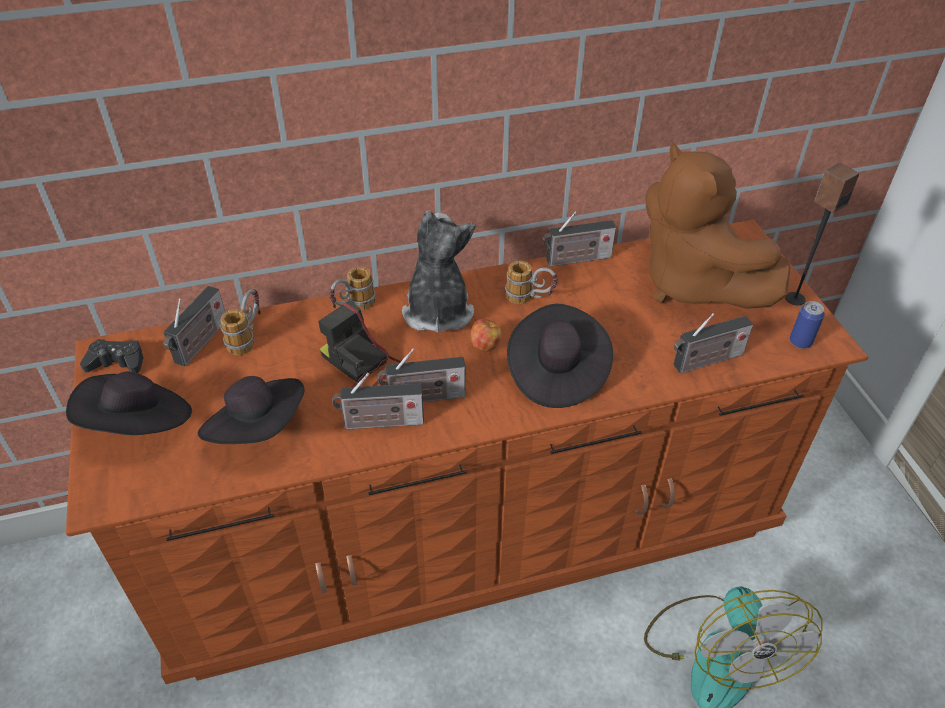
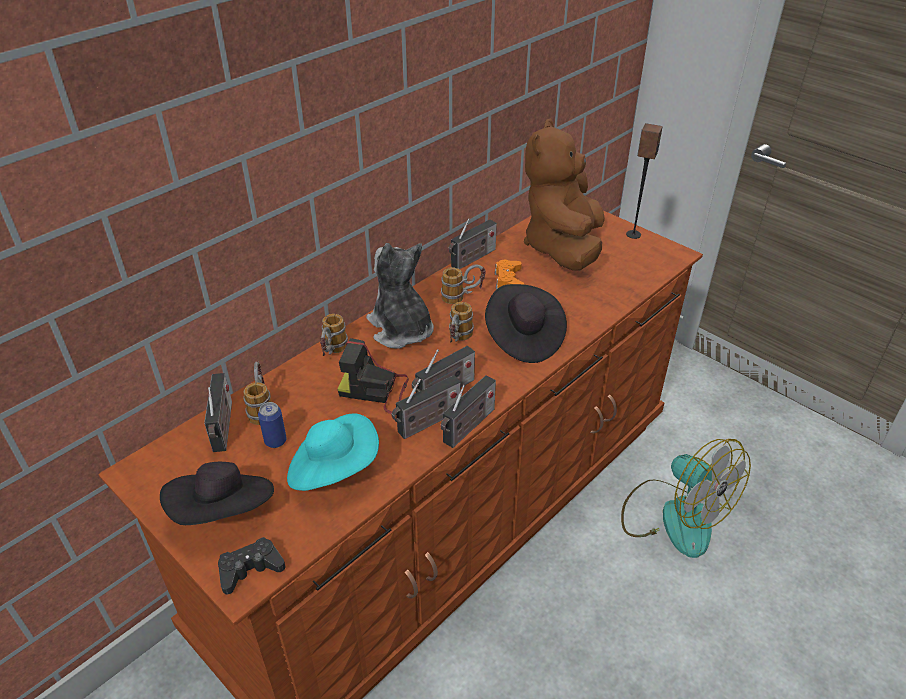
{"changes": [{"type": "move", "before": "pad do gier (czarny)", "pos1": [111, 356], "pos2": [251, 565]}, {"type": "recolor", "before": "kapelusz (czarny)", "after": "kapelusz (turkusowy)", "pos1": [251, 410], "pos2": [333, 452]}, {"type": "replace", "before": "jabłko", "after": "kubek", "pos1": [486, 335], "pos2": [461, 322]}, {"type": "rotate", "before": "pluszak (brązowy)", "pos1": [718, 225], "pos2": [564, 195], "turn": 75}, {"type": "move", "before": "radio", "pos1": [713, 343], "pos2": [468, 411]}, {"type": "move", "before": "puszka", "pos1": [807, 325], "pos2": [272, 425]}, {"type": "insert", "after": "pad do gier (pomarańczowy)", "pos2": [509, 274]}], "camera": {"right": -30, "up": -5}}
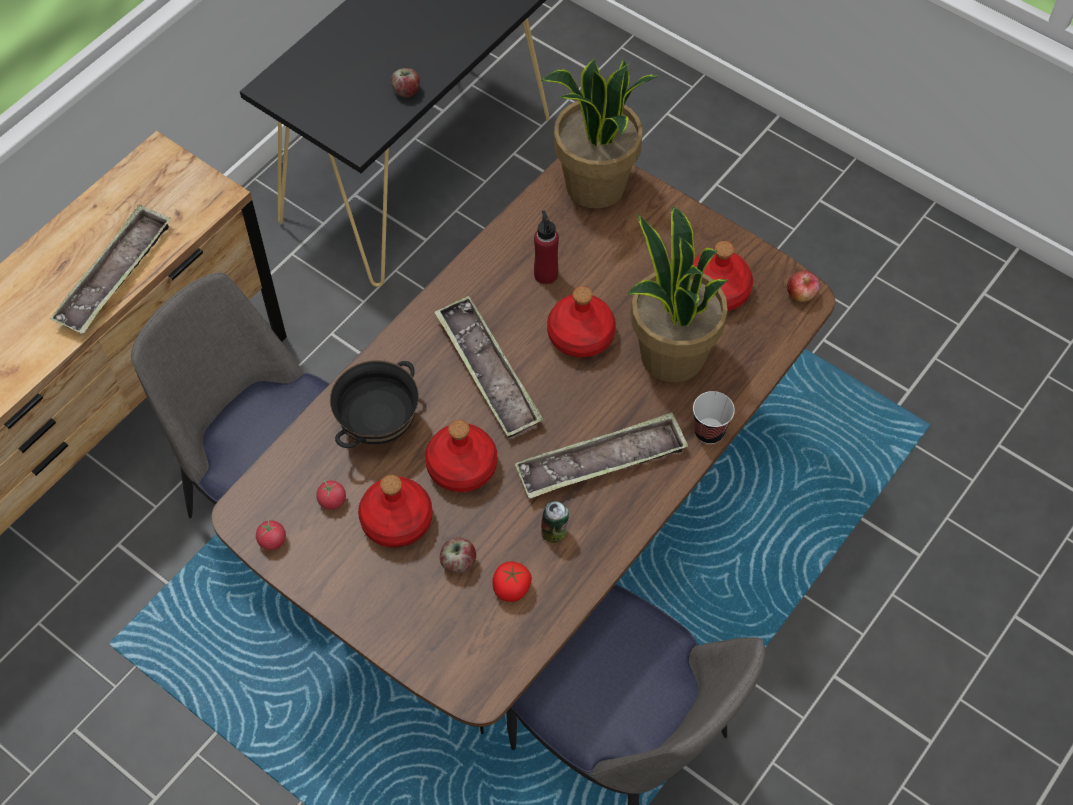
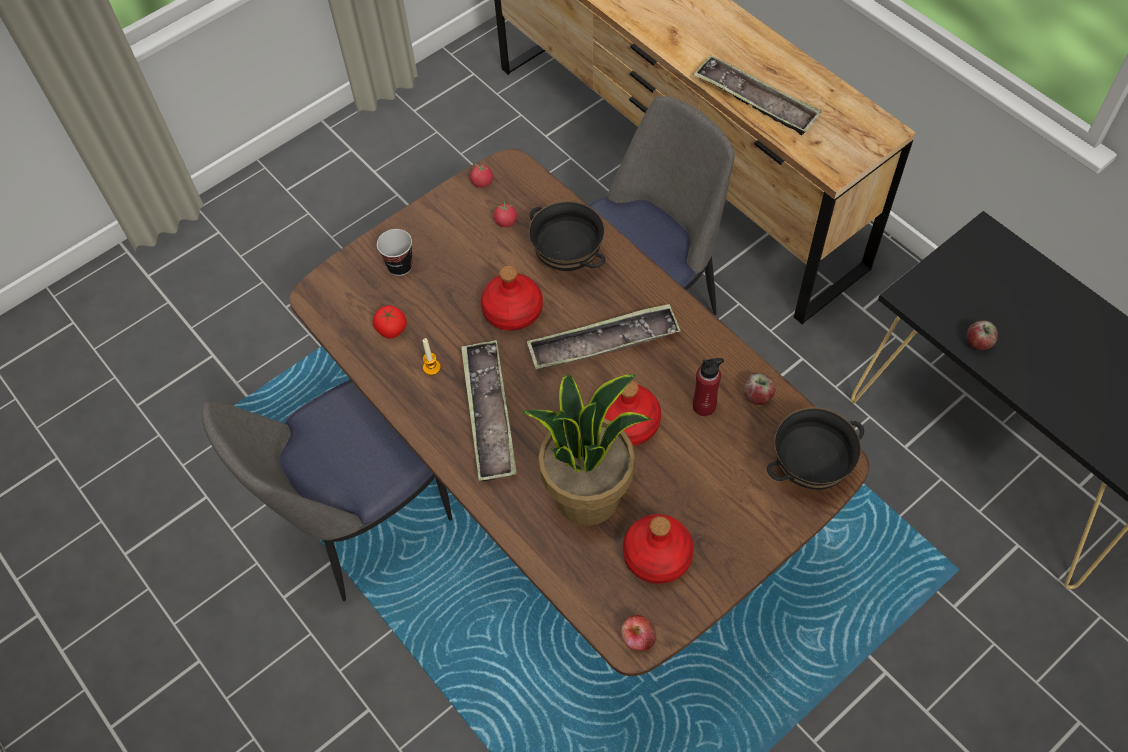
{"changes": [{"type": "delete", "before": "butelka (czerwony)", "pos1": [395, 511]}, {"type": "move", "before": "jabłko", "pos1": [458, 555], "pos2": [759, 389]}, {"type": "replace", "before": "roślina doniczkowa", "after": "miska (czarny)", "pos1": [599, 133], "pos2": [815, 448]}, {"type": "replace", "before": "puszka", "after": "świeca", "pos1": [555, 522], "pos2": [432, 356]}, {"type": "move", "before": "filiżanka", "pos1": [714, 417], "pos2": [395, 252]}], "camera": {"right": 105, "up": 0}}
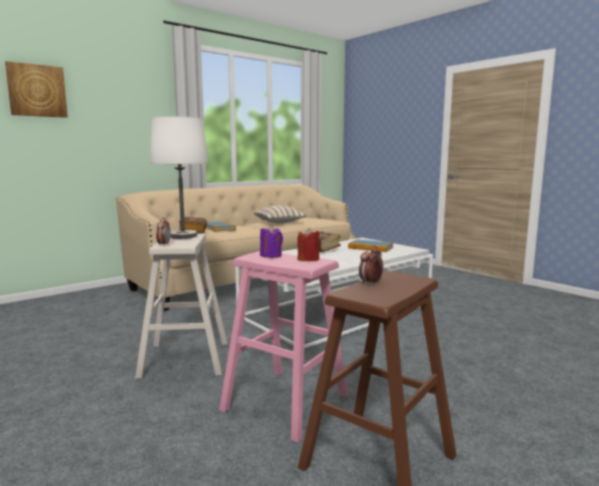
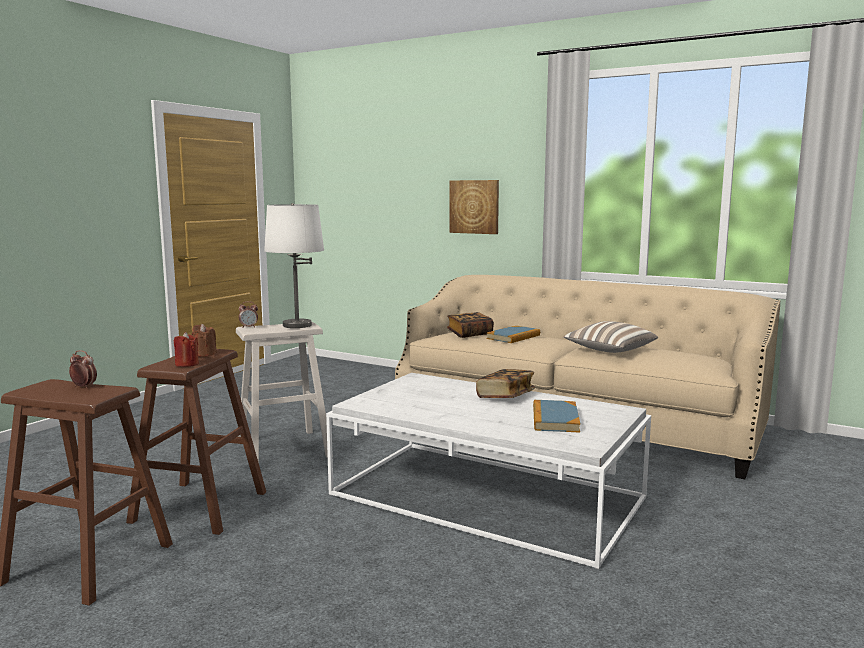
{"changes": [{"type": "move", "before": "obraz", "pos1": [36, 89], "pos2": [474, 207]}, {"type": "recolor", "before": "stołek (różowy)", "after": "stołek (brązowy)", "pos1": [283, 346], "pos2": [196, 442]}, {"type": "recolor", "before": "świeca (fioletowy)", "after": "świeca (brązowy)", "pos1": [271, 242], "pos2": [204, 340]}], "camera": {"right": 70, "up": 0}}
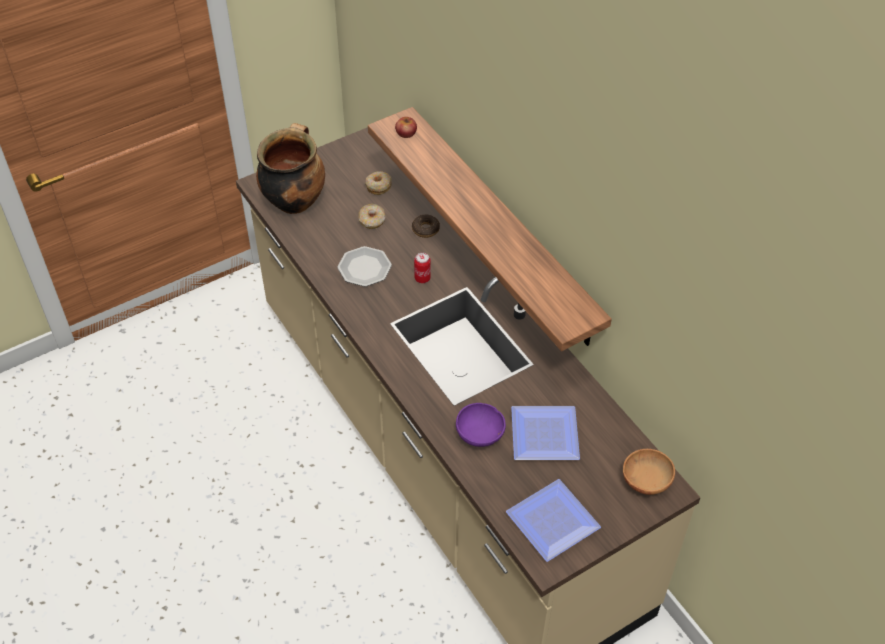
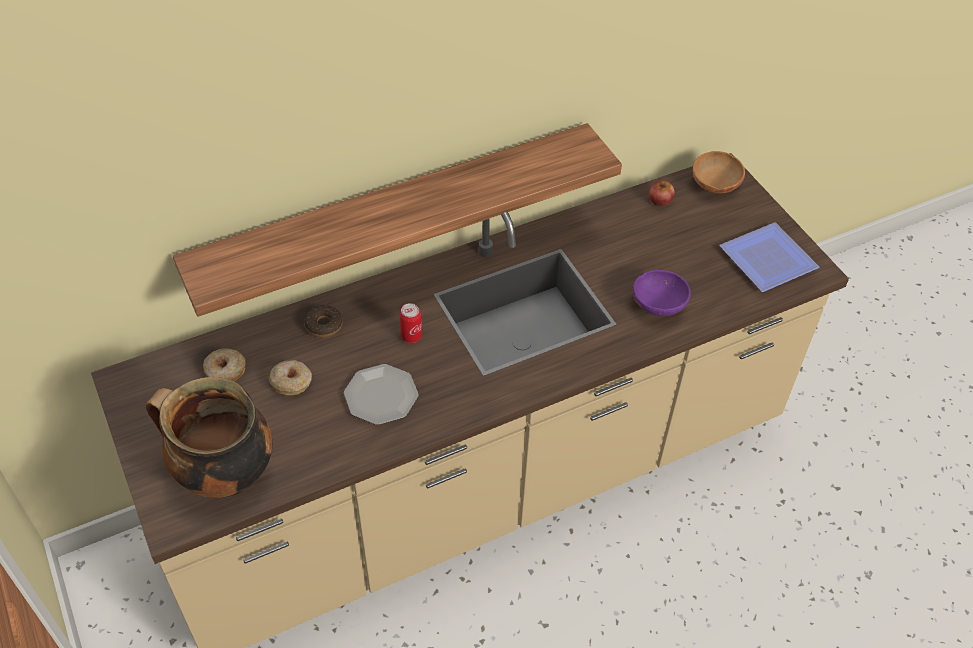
{"changes": [{"type": "move", "before": "jabłko", "pos1": [406, 127], "pos2": [661, 193]}, {"type": "delete", "before": "talerz", "pos1": [545, 433]}], "camera": {"right": -85, "up": 0}}
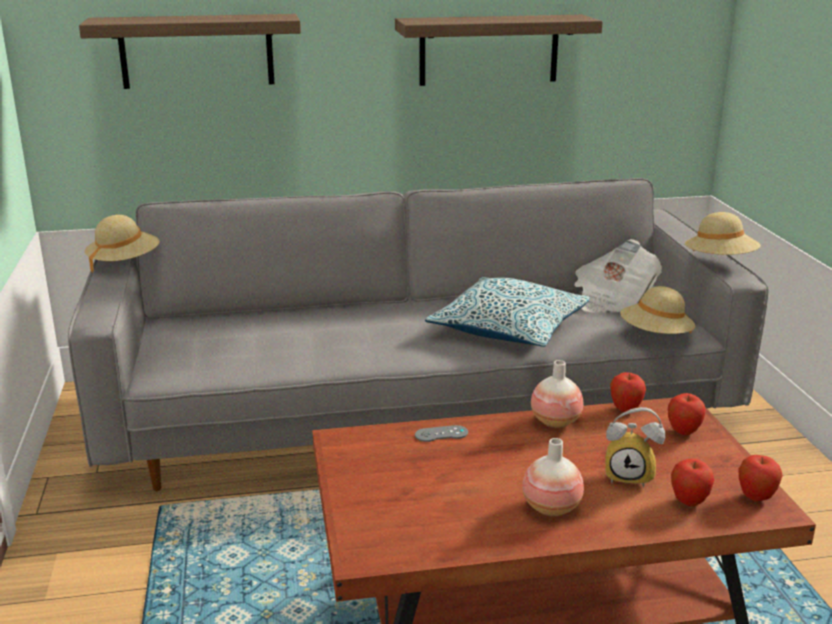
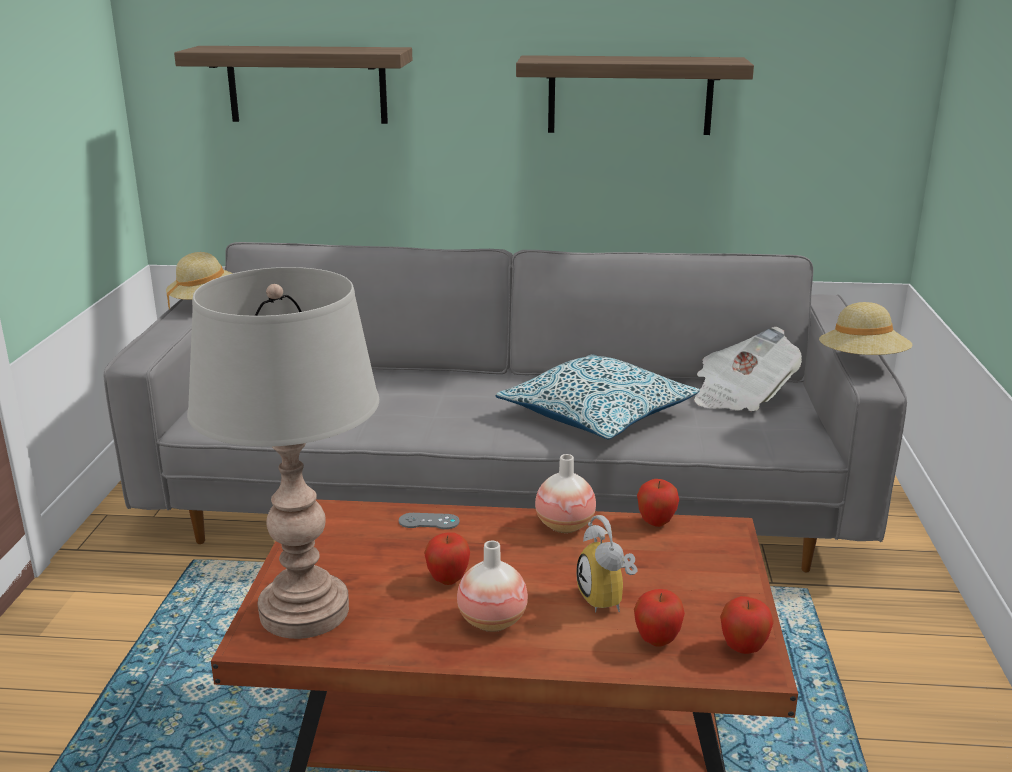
{"changes": [{"type": "rotate", "before": "budzik", "pos1": [635, 447], "pos2": [607, 564], "turn": 45}, {"type": "delete", "before": "kapelusz (beżowy)", "pos1": [657, 310]}, {"type": "move", "before": "jabłko", "pos1": [687, 414], "pos2": [447, 558]}, {"type": "insert", "after": "lampa stołowa (szary)", "pos2": [283, 453]}], "camera": {"right": 15, "up": 0}}
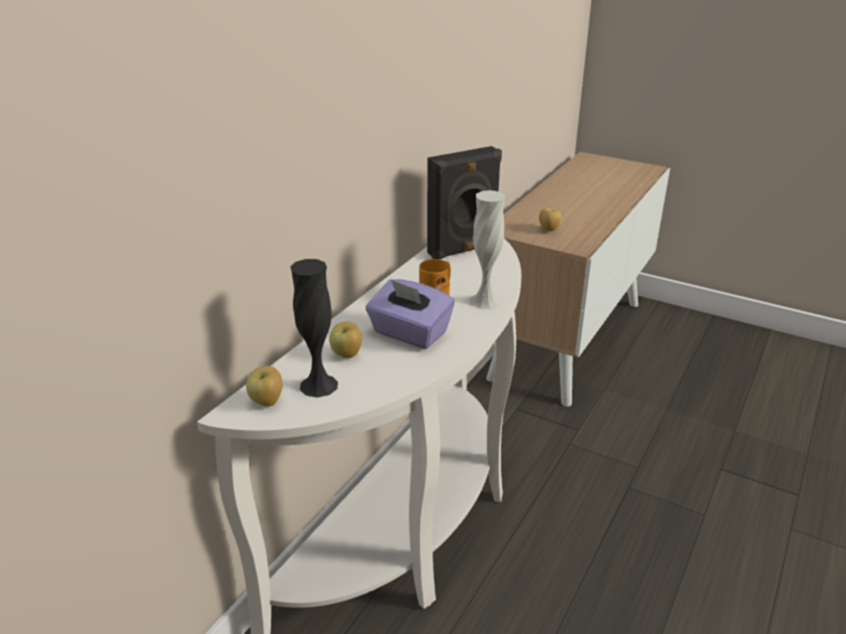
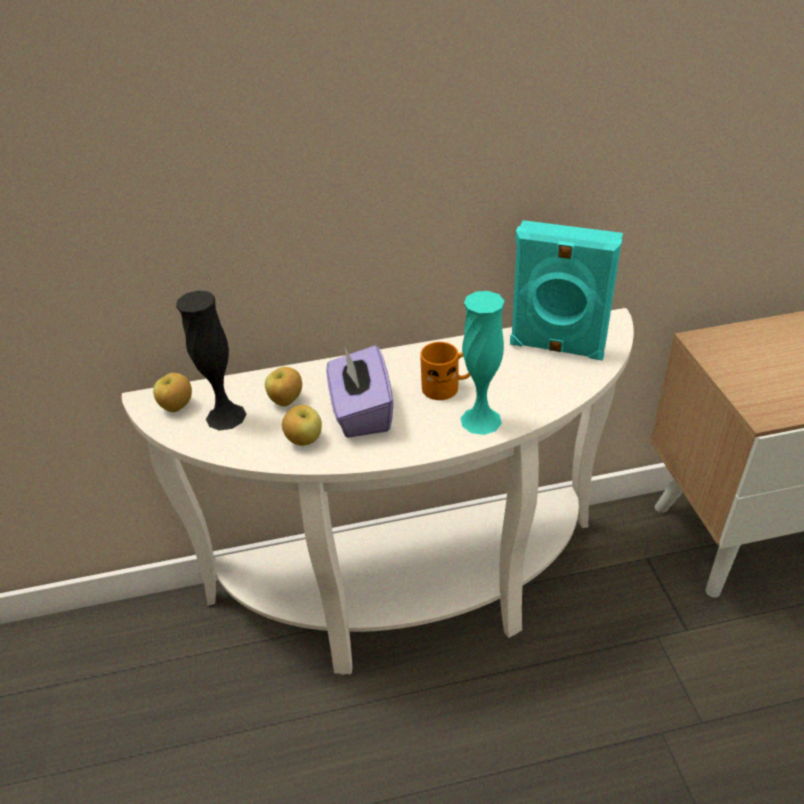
{"changes": [{"type": "recolor", "before": "głośnik (czarny)", "after": "głośnik (turkusowy)", "pos1": [464, 202], "pos2": [566, 290]}, {"type": "recolor", "before": "wazon (biały)", "after": "wazon (turkusowy)", "pos1": [487, 249], "pos2": [482, 363]}, {"type": "move", "before": "jabłko", "pos1": [550, 219], "pos2": [302, 425]}], "camera": {"right": 50, "up": 10}}
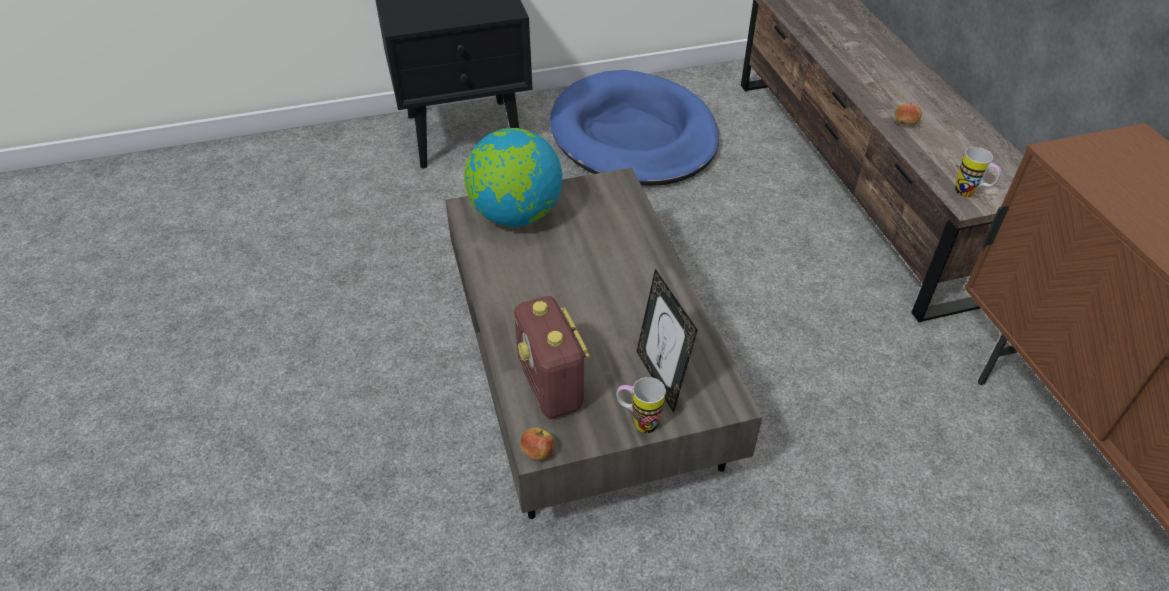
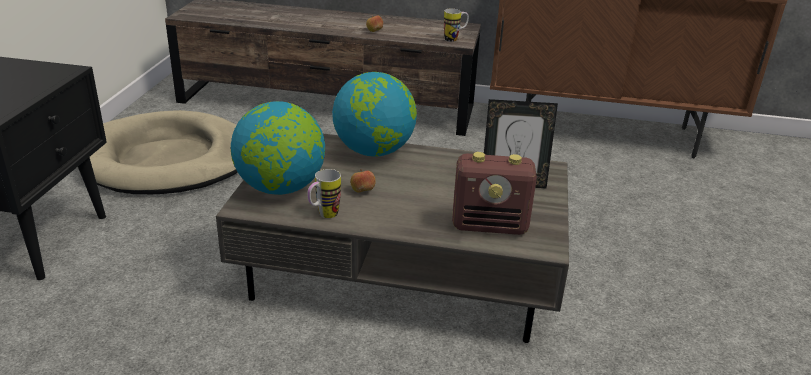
{"changes": [{"type": "move", "before": "jabłko", "pos1": [537, 443], "pos2": [363, 181]}, {"type": "recolor", "before": "legowisko (niebieski)", "after": "legowisko (beżowy)", "pos1": [634, 128], "pos2": [164, 152]}, {"type": "move", "before": "kubek", "pos1": [641, 405], "pos2": [324, 193]}, {"type": "insert", "after": "globus", "pos2": [374, 114]}], "camera": {"right": -65, "up": -15}}
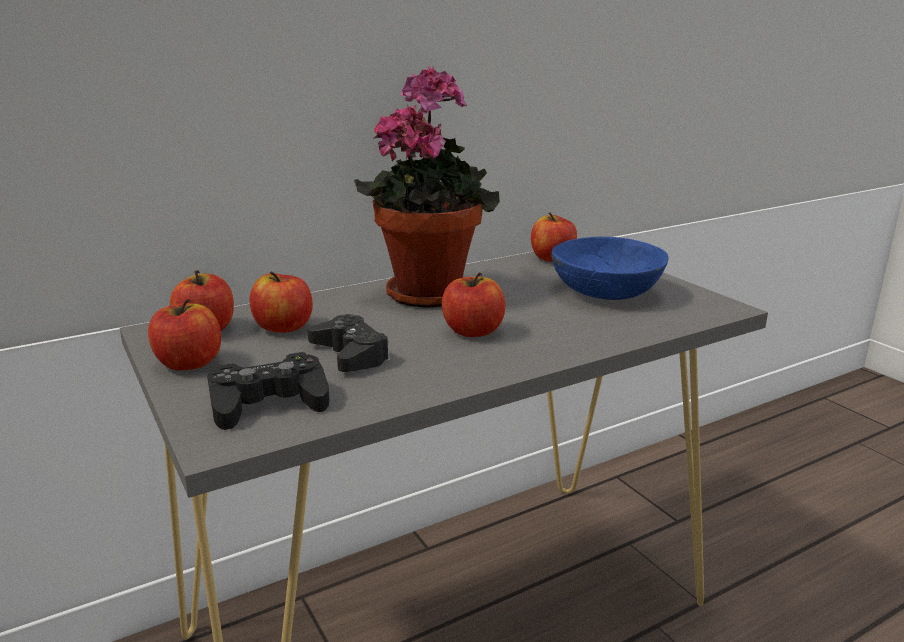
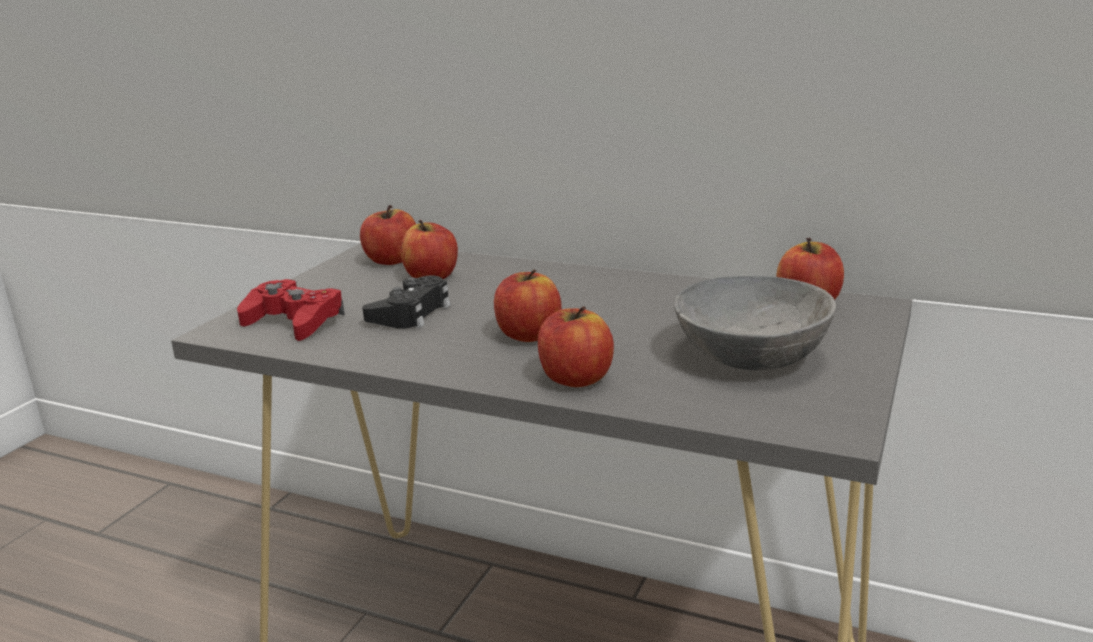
{"changes": [{"type": "move", "before": "jabłko", "pos1": [184, 335], "pos2": [576, 346]}, {"type": "recolor", "before": "pad do gier (czarny)", "after": "pad do gier (czerwony)", "pos1": [268, 391], "pos2": [291, 310]}, {"type": "delete", "before": "roślina doniczkowa", "pos1": [427, 187]}, {"type": "recolor", "before": "miska (niebieski)", "after": "miska (szary)", "pos1": [610, 268], "pos2": [755, 323]}], "camera": {"right": 55, "up": 0}}
